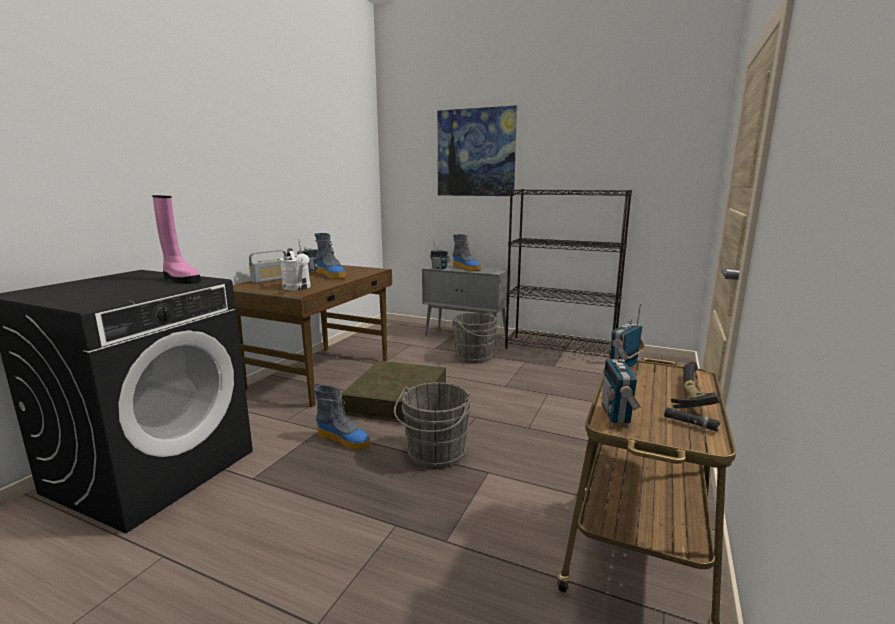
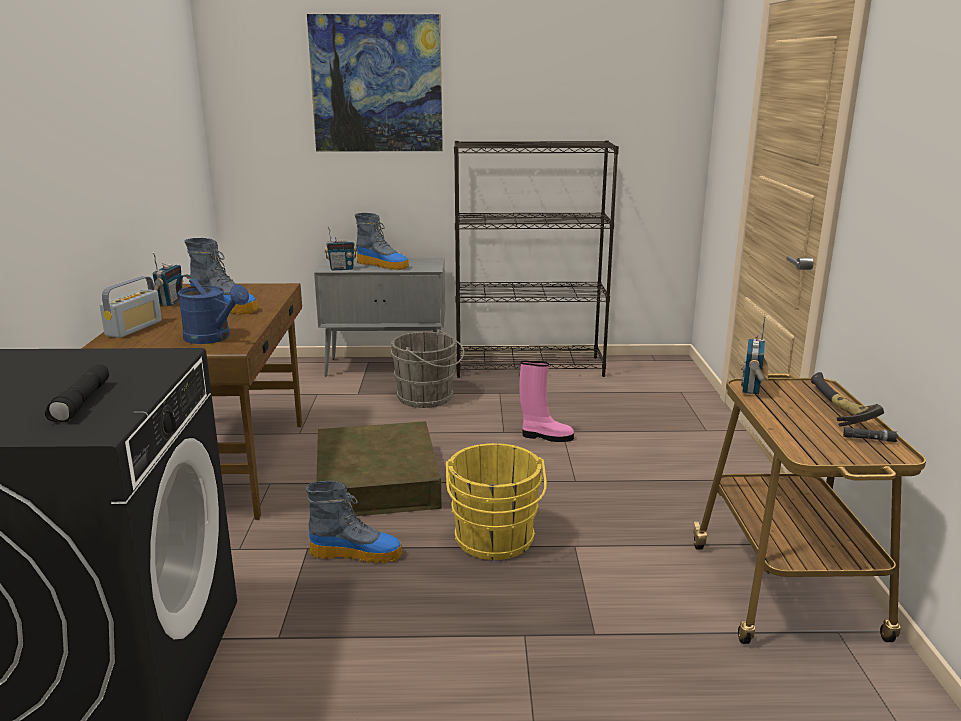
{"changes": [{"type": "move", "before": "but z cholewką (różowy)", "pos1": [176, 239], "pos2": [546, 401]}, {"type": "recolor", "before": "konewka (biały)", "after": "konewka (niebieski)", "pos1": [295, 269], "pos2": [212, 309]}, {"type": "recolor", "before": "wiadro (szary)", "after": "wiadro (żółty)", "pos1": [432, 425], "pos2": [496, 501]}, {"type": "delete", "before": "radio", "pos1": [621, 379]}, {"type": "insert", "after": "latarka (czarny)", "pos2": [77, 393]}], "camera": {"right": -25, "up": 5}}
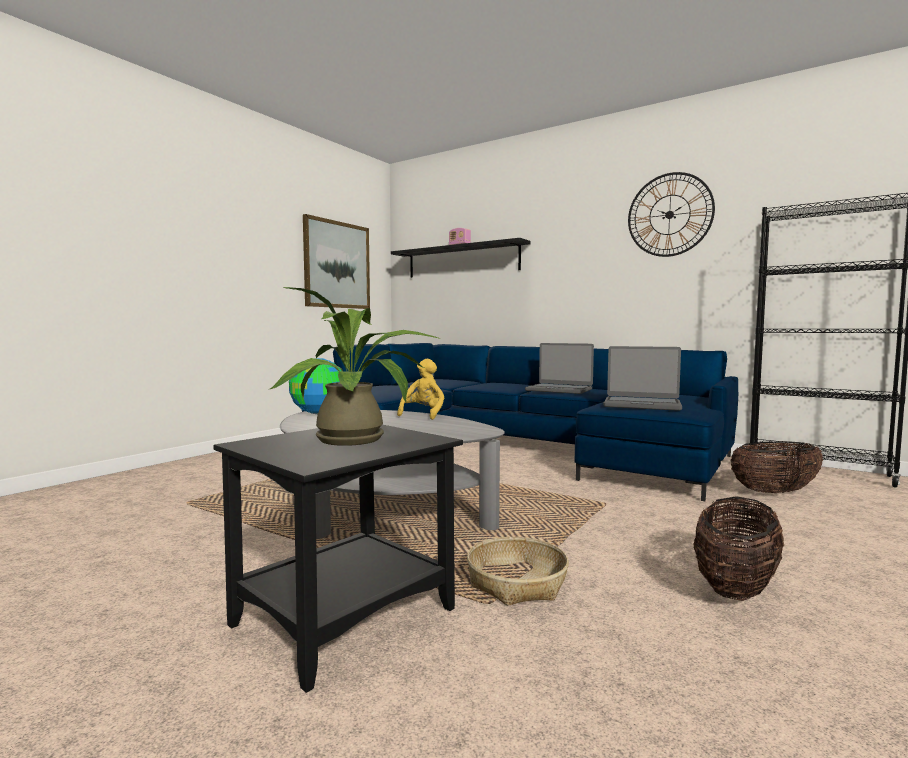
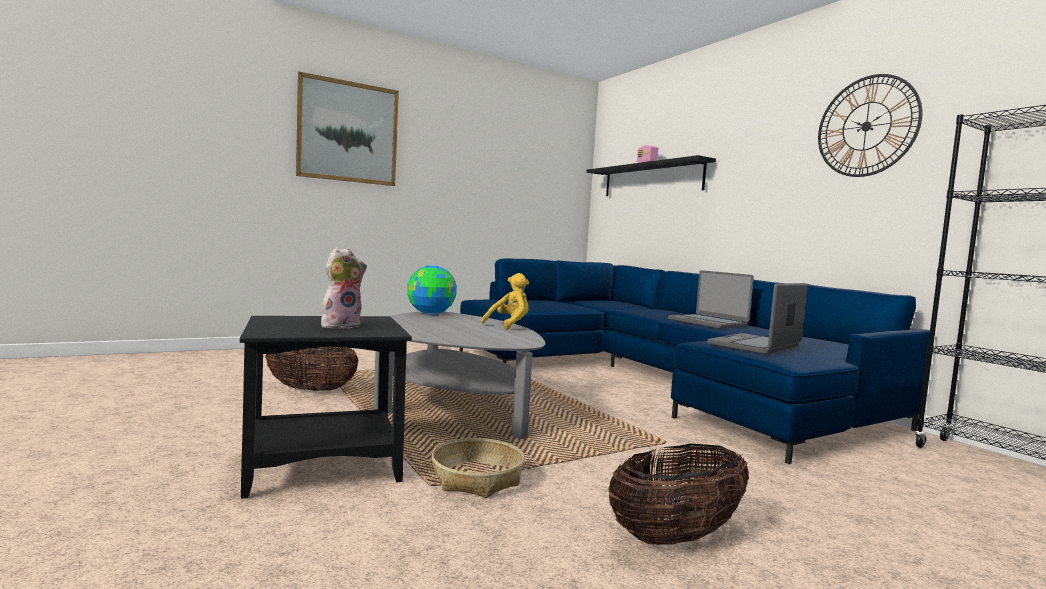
{"changes": [{"type": "replace", "before": "roślina doniczkowa", "after": "pluszak", "pos1": [355, 366], "pos2": [344, 288]}, {"type": "move", "before": "obraz", "pos1": [336, 261], "pos2": [347, 129]}, {"type": "rotate", "before": "laptop", "pos1": [643, 378], "pos2": [757, 318], "turn": 90}, {"type": "move", "before": "koszyk", "pos1": [776, 467], "pos2": [311, 369]}], "camera": {"right": 25, "up": 0}}
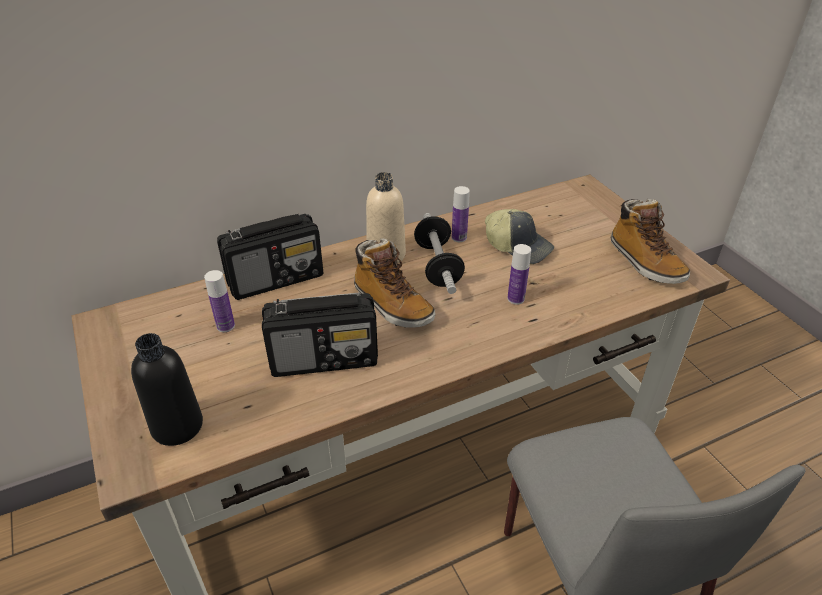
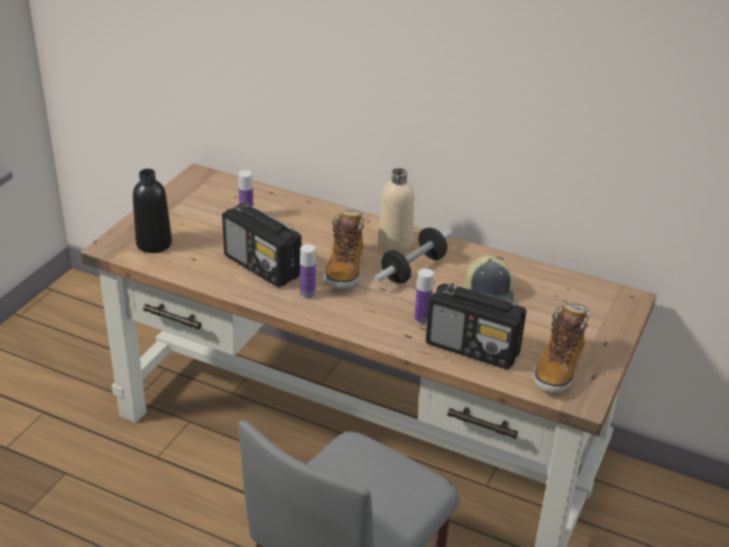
{"changes": [{"type": "move", "before": "radio", "pos1": [270, 257], "pos2": [476, 326]}, {"type": "move", "before": "butelka", "pos1": [461, 214], "pos2": [308, 271]}], "camera": {"right": 50, "up": -5}}
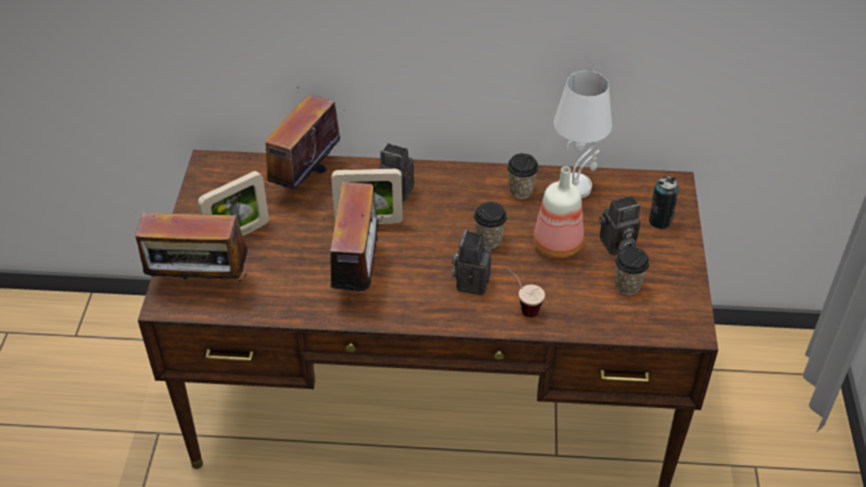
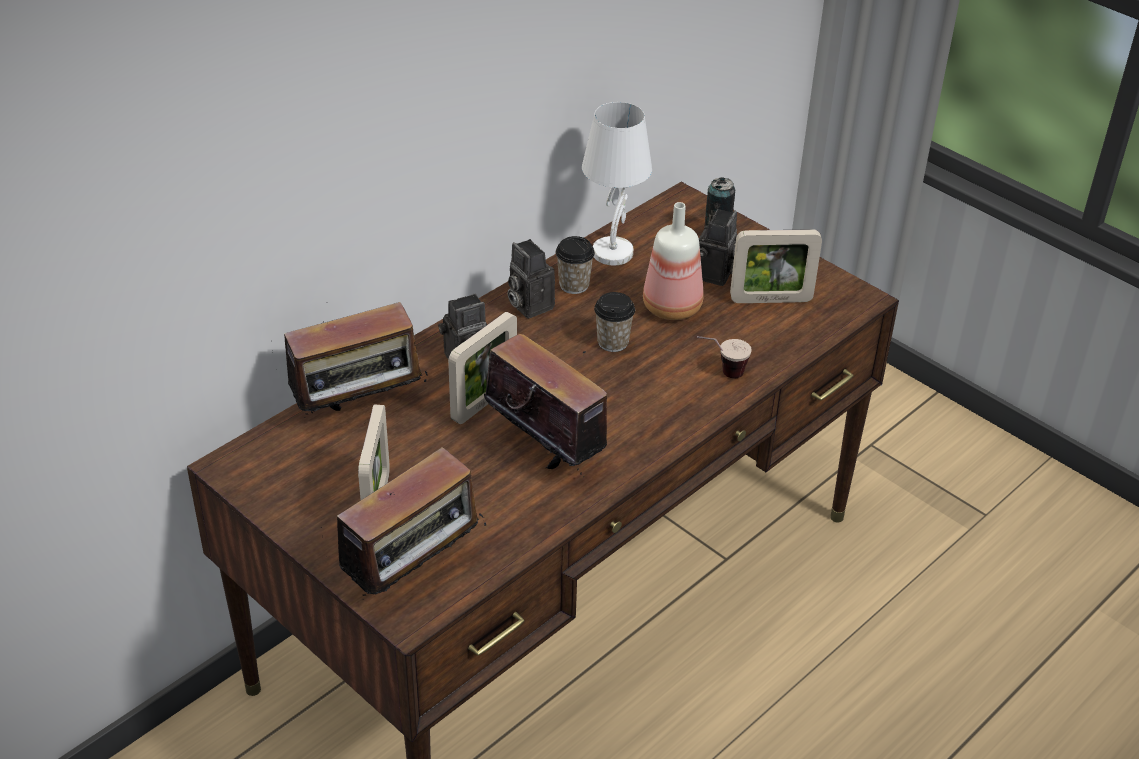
{"changes": [{"type": "rotate", "before": "radio", "pos1": [304, 142], "pos2": [349, 360], "turn": -90}, {"type": "move", "before": "aparat fotograficzny", "pos1": [471, 262], "pos2": [531, 279]}, {"type": "replace", "before": "filiżanka", "after": "ramka na zdjęcie", "pos1": [632, 271], "pos2": [776, 266]}], "camera": {"right": -50, "up": -5}}
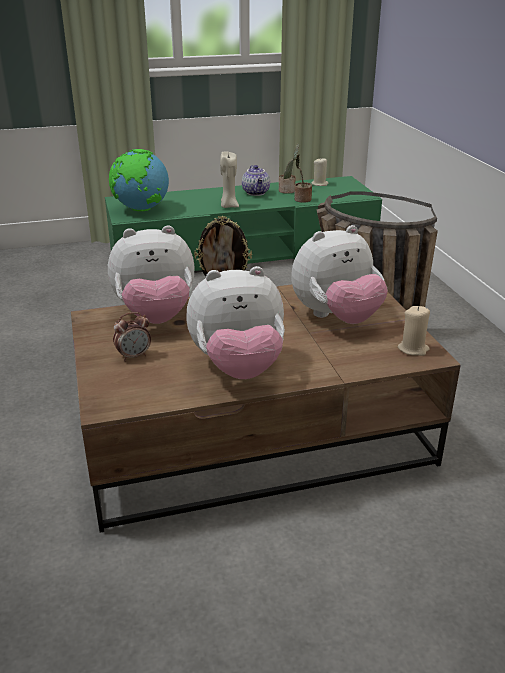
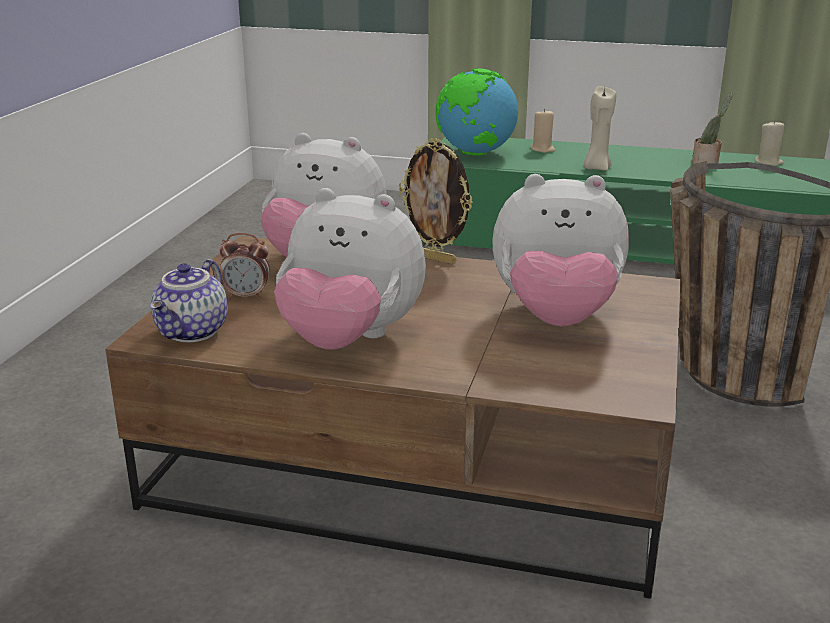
{"changes": [{"type": "move", "before": "imbryk", "pos1": [256, 180], "pos2": [188, 300]}, {"type": "delete", "before": "roślina doniczkowa", "pos1": [303, 178]}, {"type": "move", "before": "świeca (beżowy)", "pos1": [414, 331], "pos2": [543, 131]}], "camera": {"right": 30, "up": -5}}
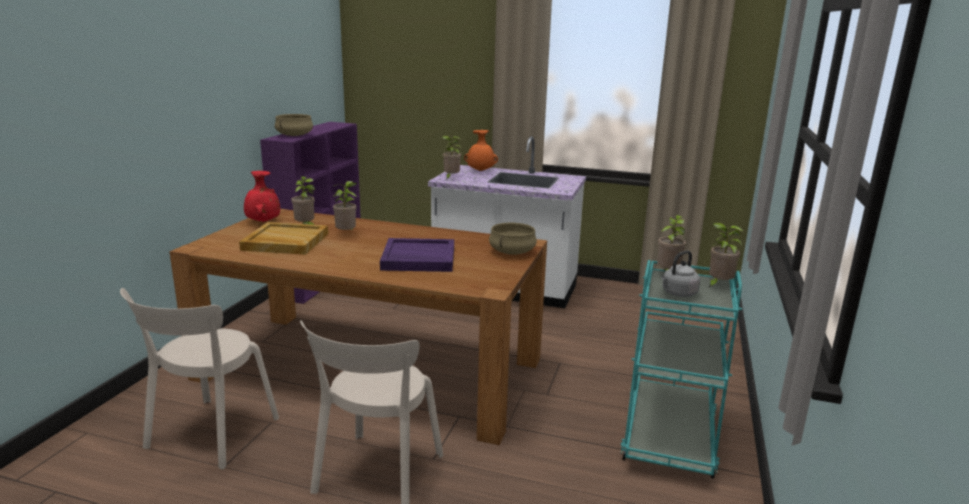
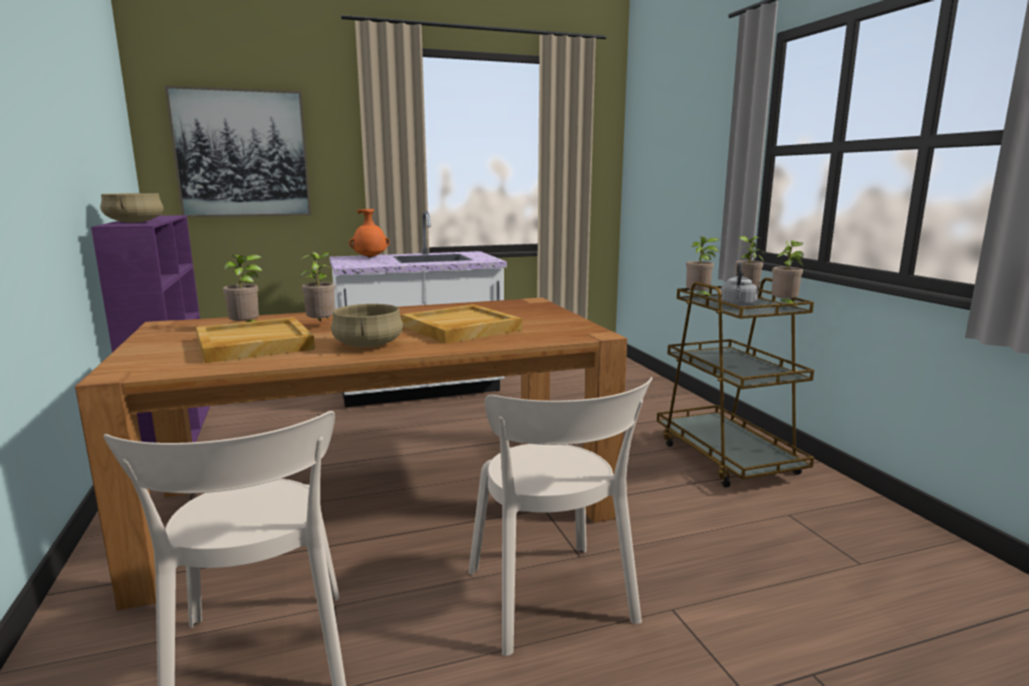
{"changes": [{"type": "delete", "before": "wazon (czerwony)", "pos1": [262, 196]}, {"type": "recolor", "before": "taca (fioletowy)", "after": "taca (beżowy)", "pos1": [417, 255], "pos2": [461, 324]}, {"type": "move", "before": "roślina doniczkowa", "pos1": [452, 158], "pos2": [788, 275]}, {"type": "move", "before": "garnek (beżowy)", "pos1": [513, 239], "pos2": [367, 325]}, {"type": "recolor", "before": "wózek (turkusowy)", "after": "wózek (brązowy)", "pos1": [681, 369], "pos2": [735, 383]}, {"type": "insert", "after": "obraz", "pos2": [238, 151]}], "camera": {"right": -35, "up": -5}}
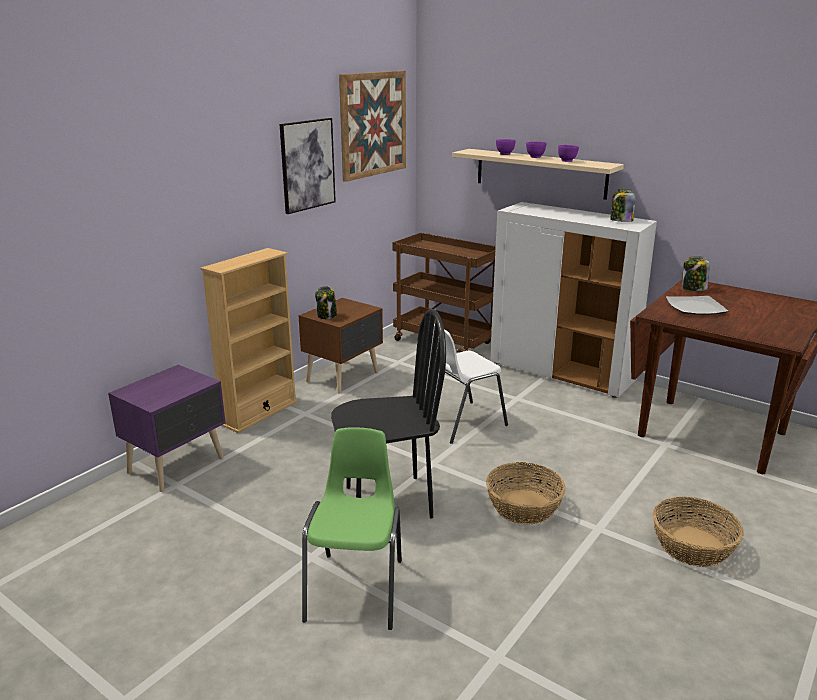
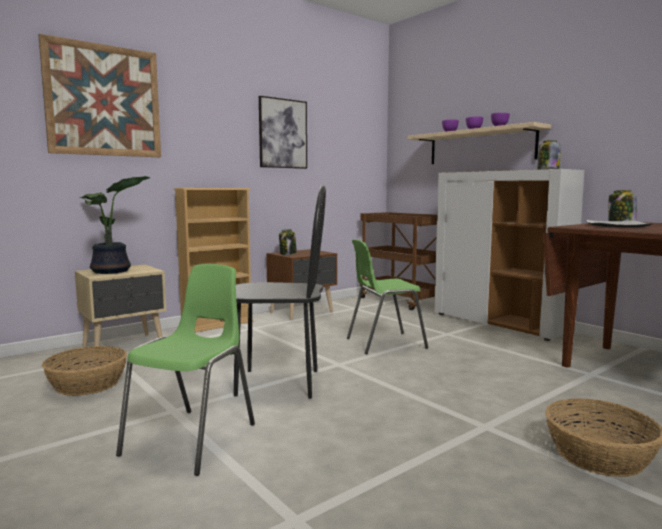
{"changes": [{"type": "recolor", "before": "szafka nocna (fioletowy)", "after": "szafka nocna (beżowy)", "pos1": [167, 428], "pos2": [121, 307]}, {"type": "move", "before": "obraz", "pos1": [372, 126], "pos2": [99, 95]}, {"type": "recolor", "before": "krzesło (biały)", "after": "krzesło (zielony)", "pos1": [466, 384], "pos2": [387, 296]}, {"type": "move", "before": "koszyk", "pos1": [526, 493], "pos2": [84, 371]}, {"type": "insert", "after": "roślina doniczkowa", "pos2": [115, 225]}], "camera": {"right": 15, "up": -15}}
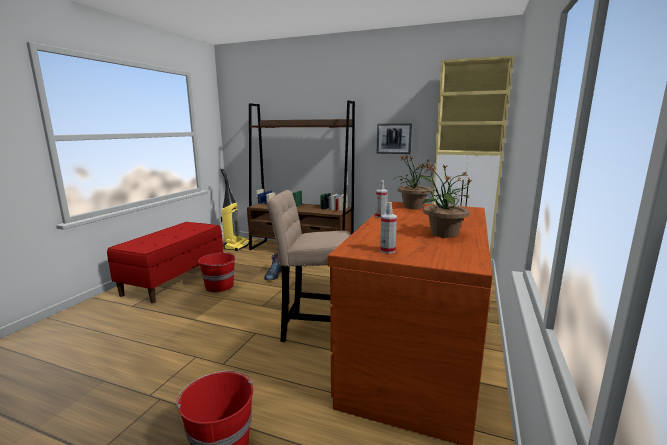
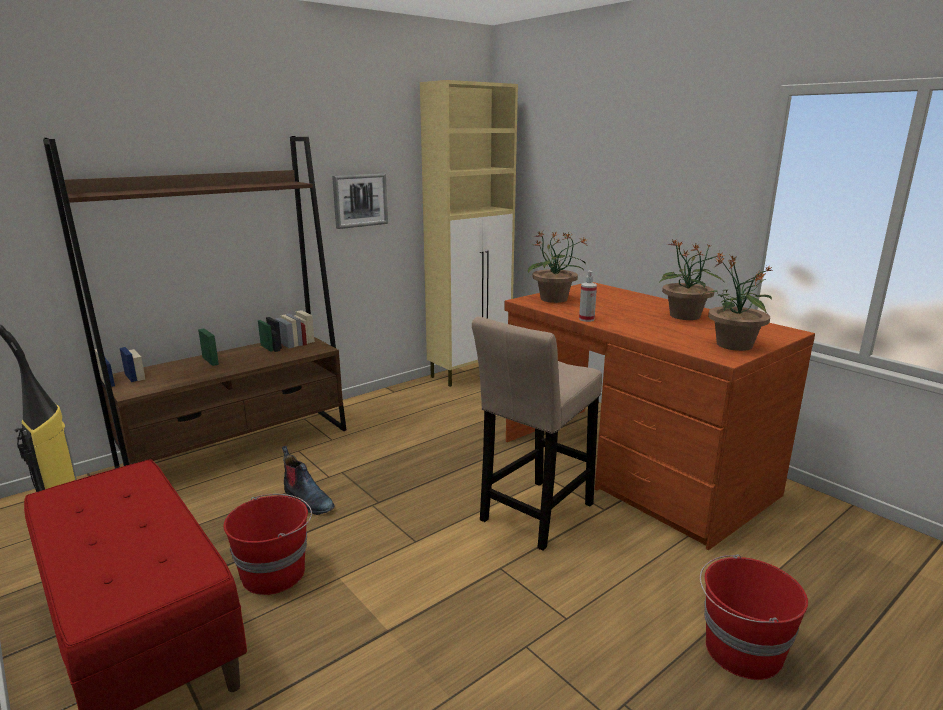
{"changes": [{"type": "replace", "before": "spryskiwacz", "after": "roślina doniczkowa", "pos1": [388, 228], "pos2": [737, 303]}], "camera": {"right": -60, "up": 5}}
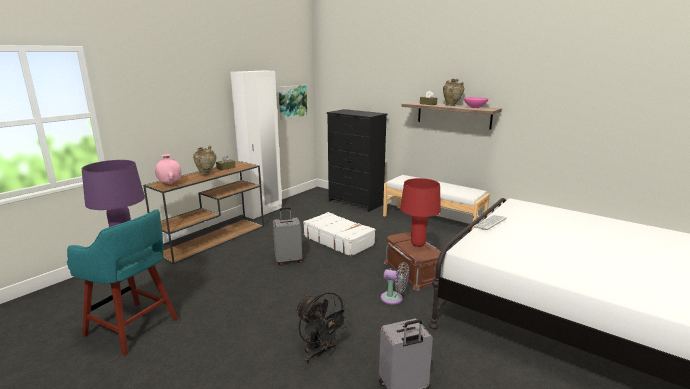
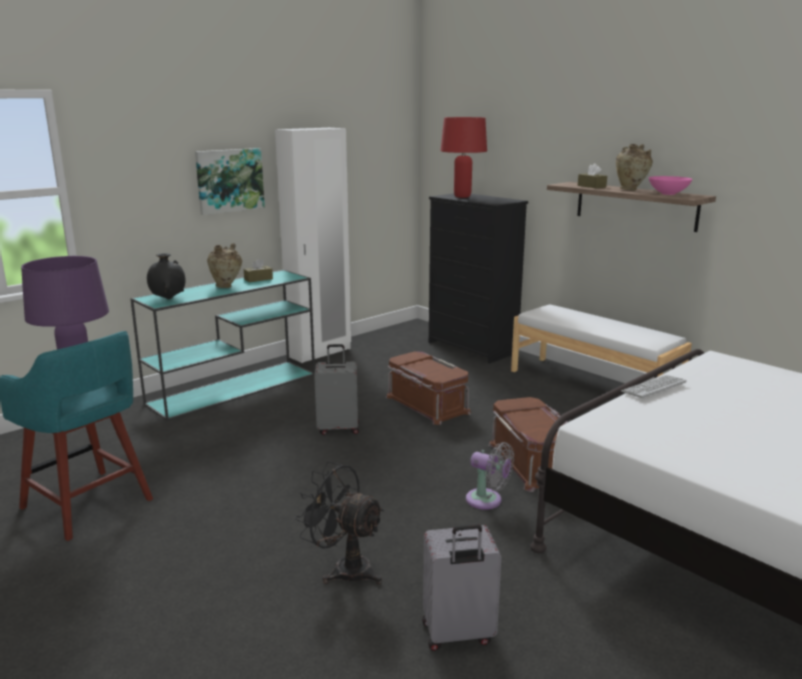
{"changes": [{"type": "recolor", "before": "stolik konsolowy (brązowy)", "after": "stolik konsolowy (turkusowy)", "pos1": [203, 212], "pos2": [222, 345]}, {"type": "recolor", "before": "wazon (różowy)", "after": "wazon (czarny)", "pos1": [168, 169], "pos2": [166, 276]}, {"type": "move", "before": "obraz", "pos1": [293, 102], "pos2": [230, 181]}, {"type": "rotate", "before": "wentylator (czarny)", "pos1": [322, 328], "pos2": [339, 522], "turn": 150}, {"type": "replace", "before": "walizka (biały)", "after": "pojemnik do przechowywania (brązowy)", "pos1": [339, 234], "pos2": [428, 388]}, {"type": "move", "before": "lampa stołowa (czerwony)", "pos1": [420, 212], "pos2": [463, 157]}], "camera": {"right": 10, "up": 0}}
